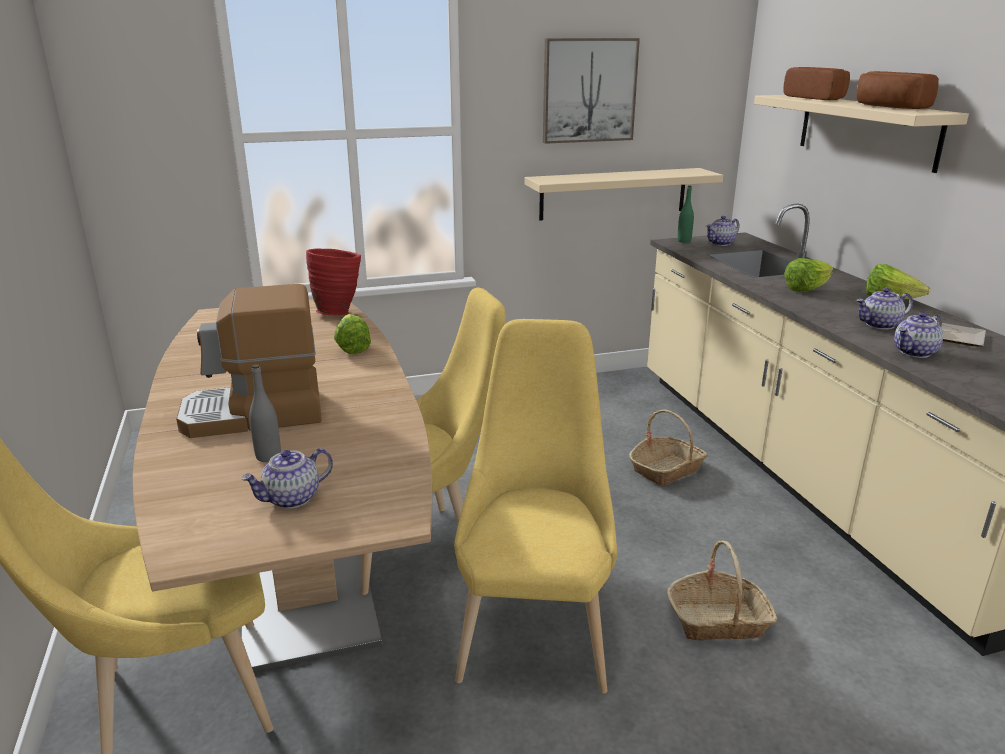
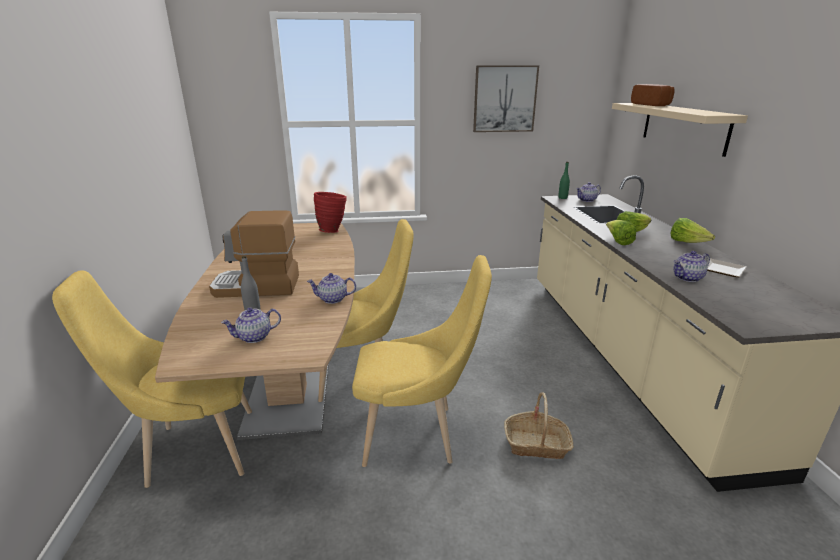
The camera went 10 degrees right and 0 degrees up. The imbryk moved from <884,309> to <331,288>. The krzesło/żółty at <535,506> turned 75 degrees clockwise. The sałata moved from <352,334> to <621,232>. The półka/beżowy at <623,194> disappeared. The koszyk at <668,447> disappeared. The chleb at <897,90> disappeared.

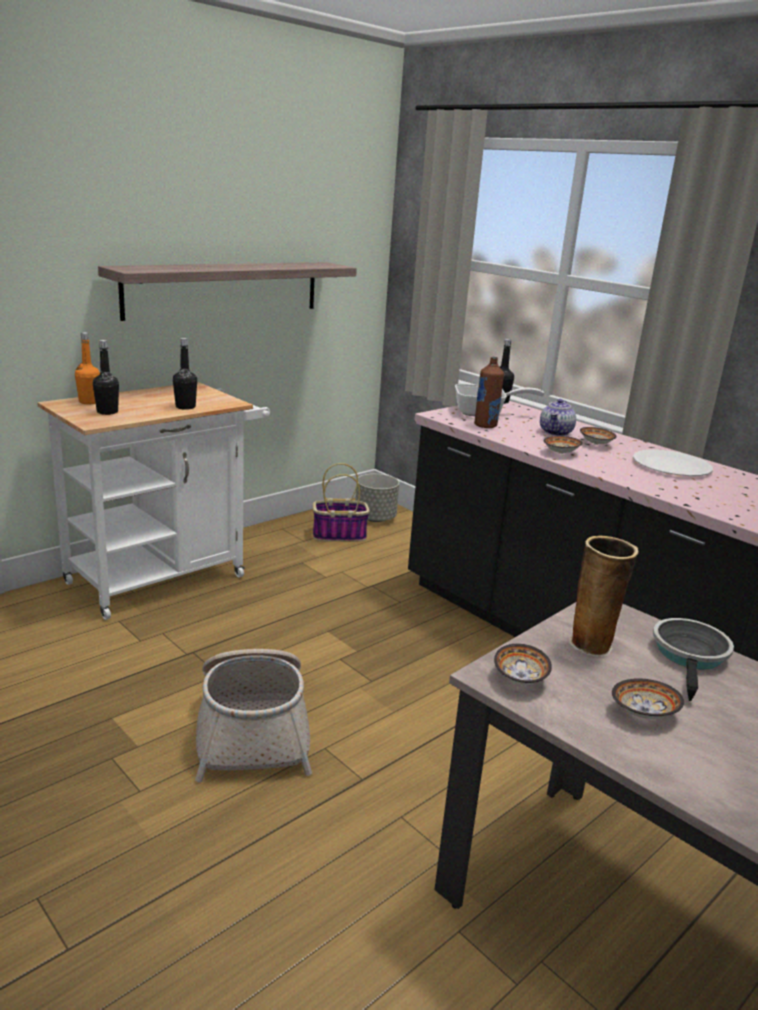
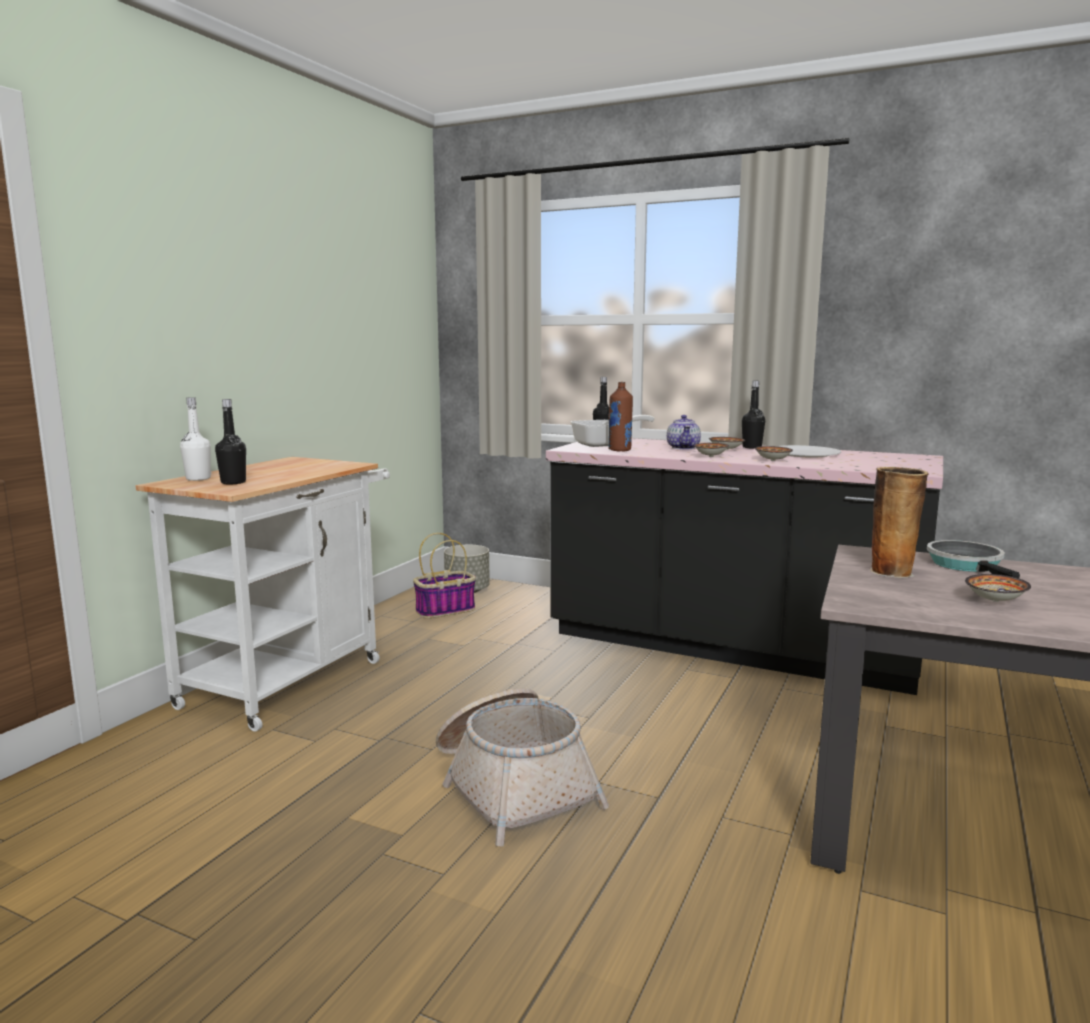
The camera went 20 degrees left and 10 degrees down. The butelka/pomarańczowy at <87,368> became the butelka/biały at <195,439>. The butelka/czarny moved from <185,374> to <753,415>. The miska moved from <523,664> to <774,453>. The półka at <227,291> disappeared.

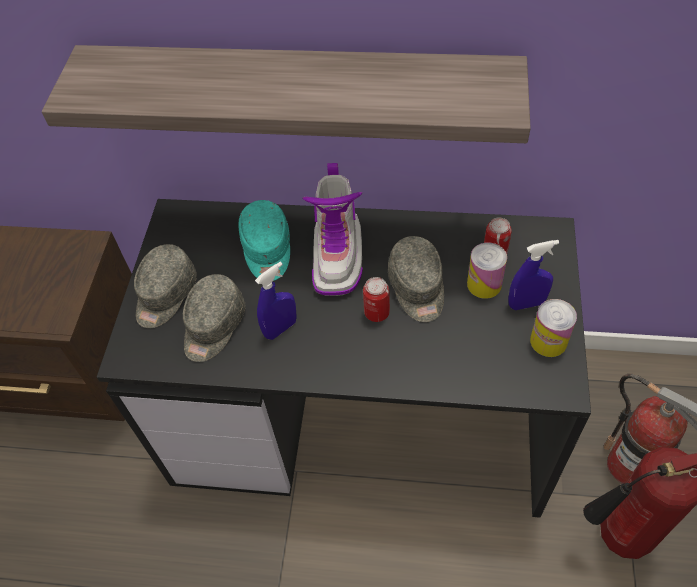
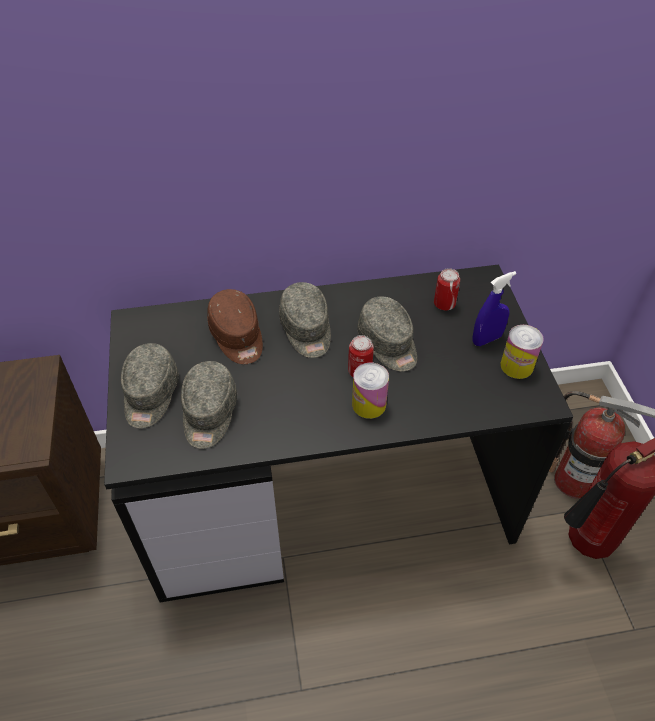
The camera went 20 degrees left and 5 degrees down. The czapka z daszkiem/turkusowy at <264,240> became the czapka z daszkiem/brązowy at <235,326>. The but z cholewką at <333,229> was replaced by the czapka z daszkiem/szary at <305,320>. The puszka moved from <487,270> to <370,391>. The półka at <286,94> disappeared. The spryskiwacz/niebieski at <276,301> disappeared.

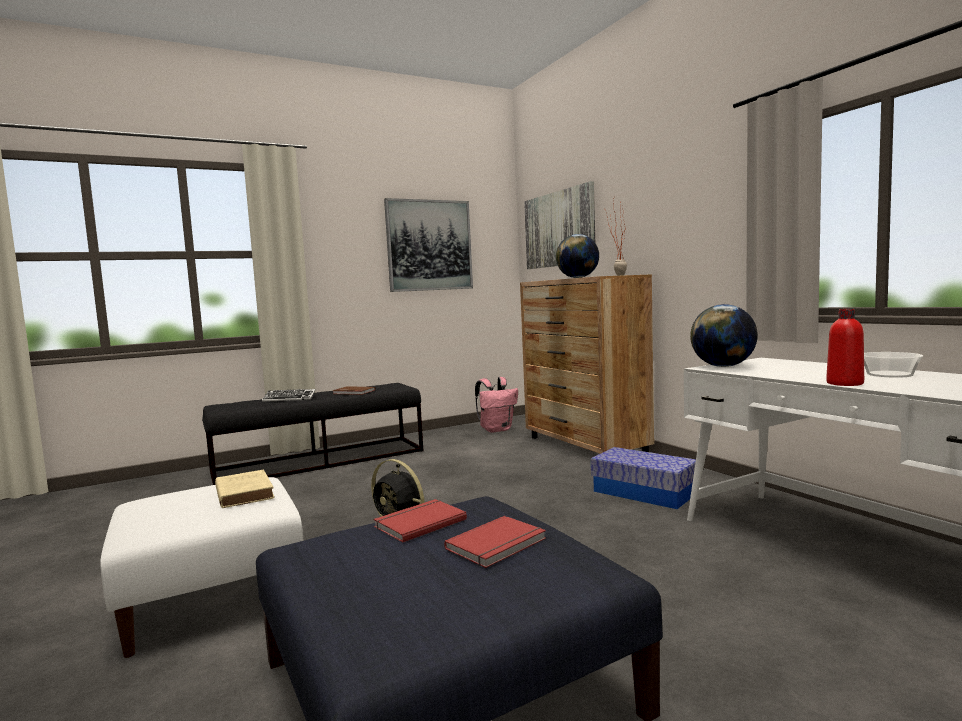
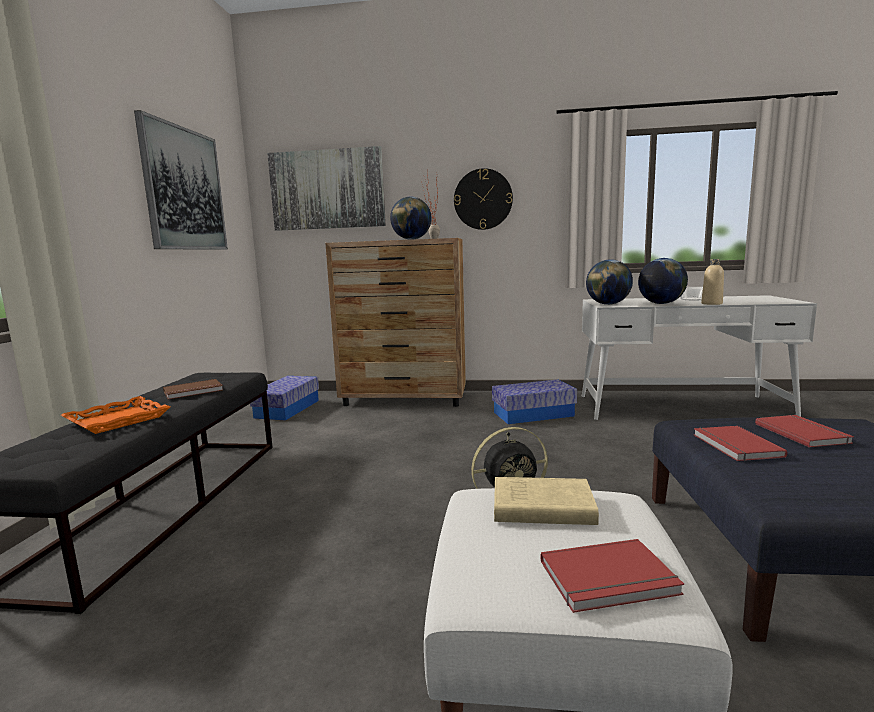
The camera went 55 degrees left and 5 degrees up. The klawiatura at <289,395> was replaced by the taca/pomarańczowy at <115,415>. The plecak/różowy at <496,405> was replaced by the pojemnik do przechowywania at <284,398>. The zegar ścienny at <483,199> appeared. The książka/czerwony at <612,576> appeared. The globus at <663,281> appeared. The butelka/czerwony at <845,347> became the butelka/beżowy at <712,282>.

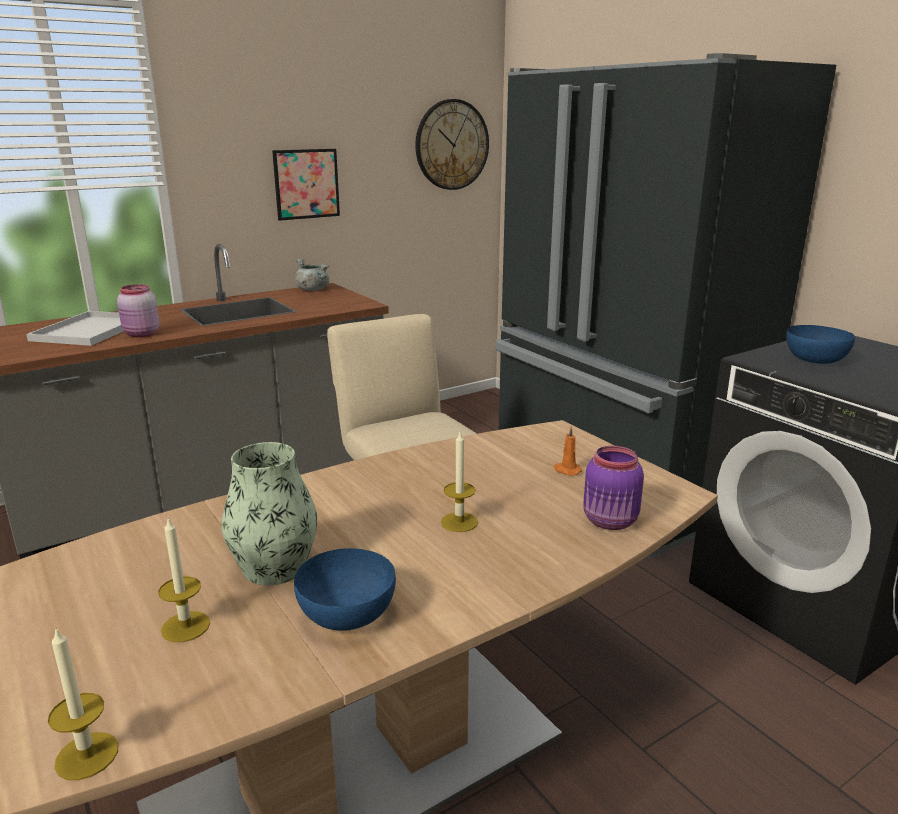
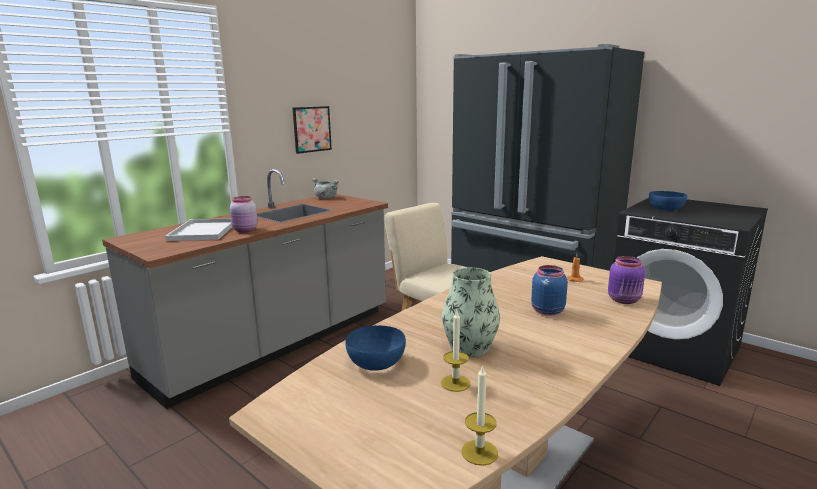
The camera went 15 degrees left and 5 degrees down. The miska/niebieski moved from <345,589> to <375,348>. The świeca at <459,482> was replaced by the słoik/niebieski at <549,290>. The zegar ścienny at <452,144> disappeared.

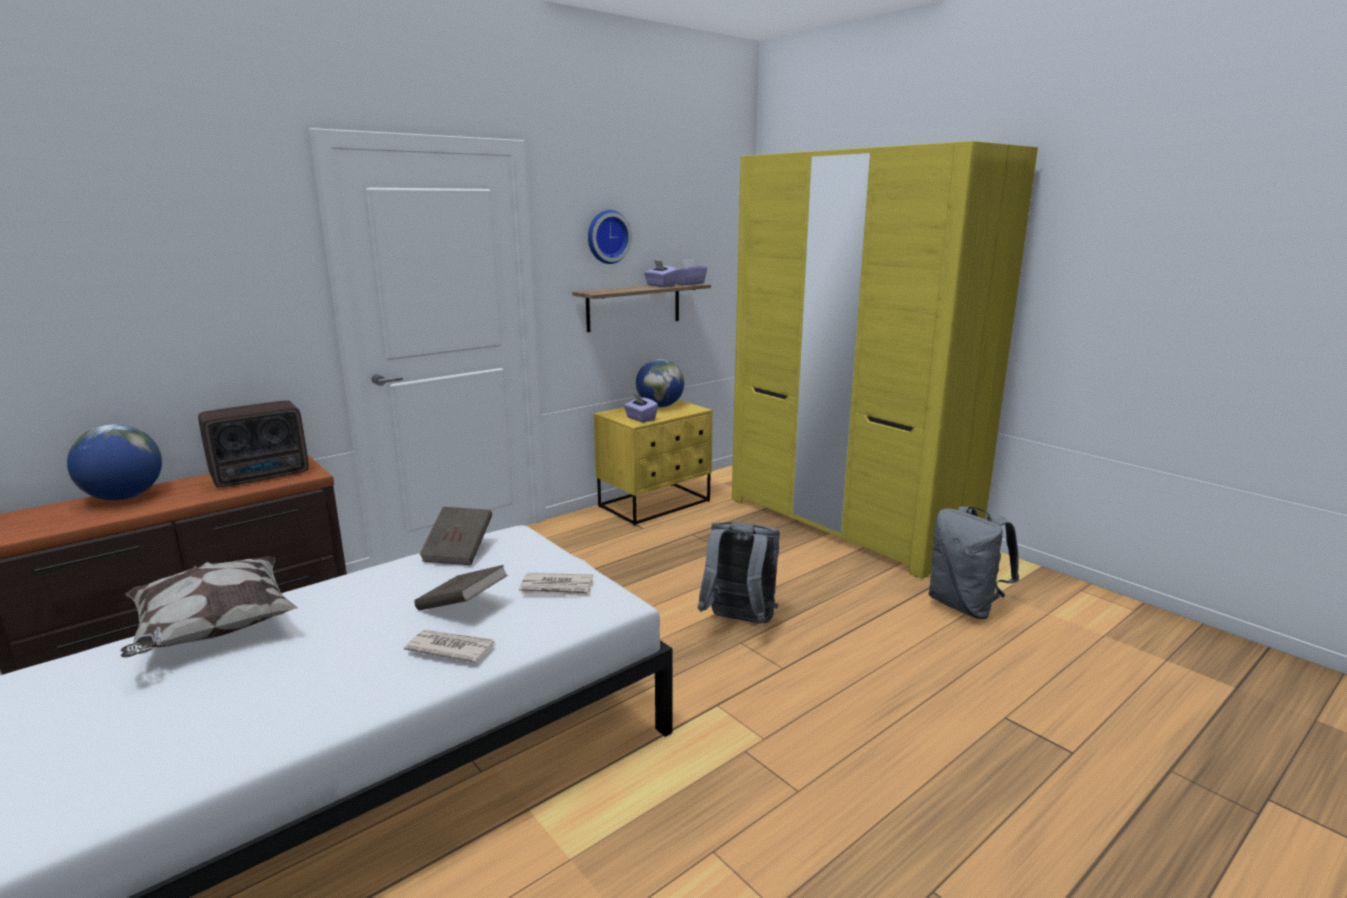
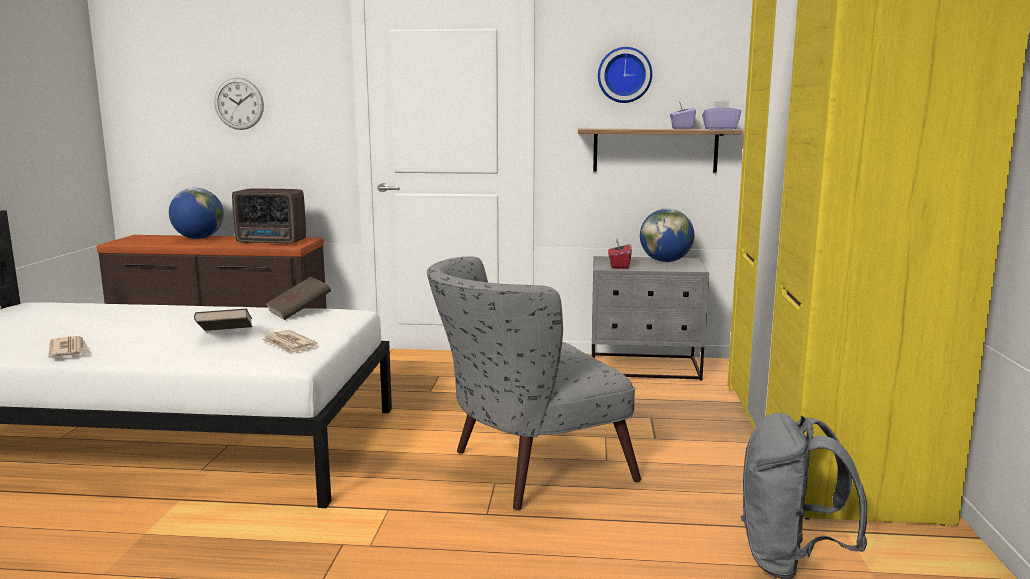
The camera went 45 degrees right and 5 degrees down. The gazeta moved from <449,646> to <68,347>. The zegar ścienny at <239,104> appeared. The plecak/szary at <739,573> was replaced by the fotel/szary at <534,383>. The szafka nocna/żółty at <653,463> became the szafka nocna/szary at <650,318>. The pudełko chusteczek/fioletowy at <641,408> became the pudełko chusteczek/czerwony at <620,253>. The poduszka at <209,607> disappeared.

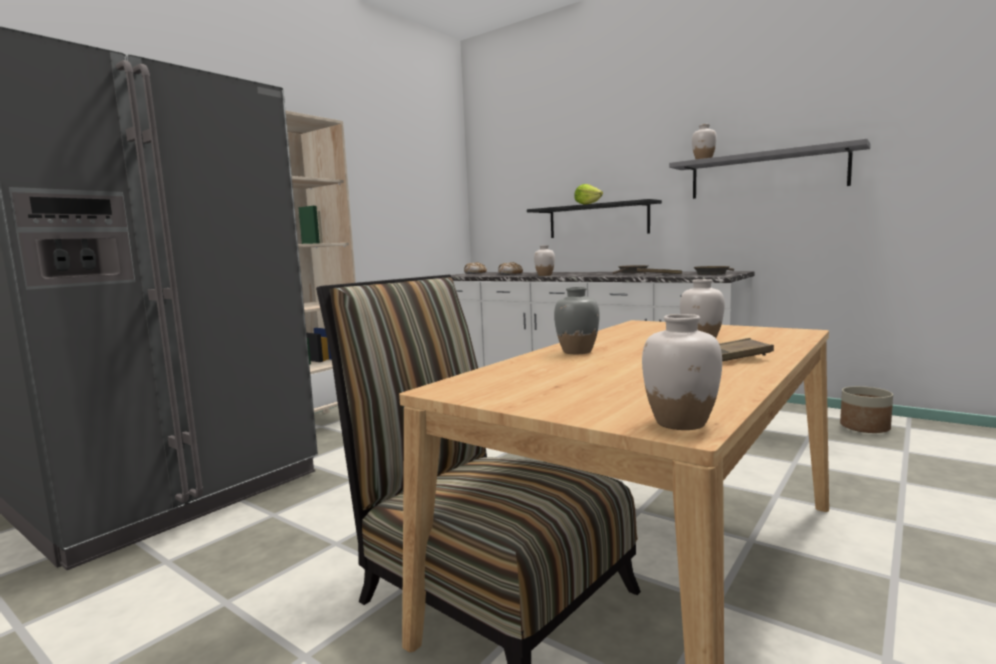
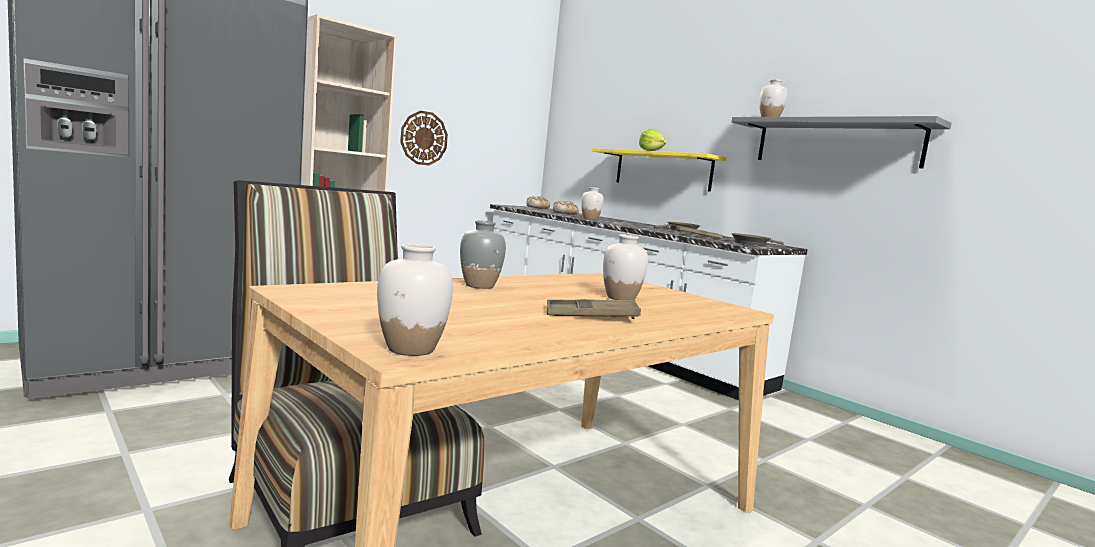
The camera went 10 degrees right and 0 degrees up. The zegar ścienny at <424,138> appeared. The półka/czarny at <594,218> became the półka/żółty at <659,170>. The donica at <866,409> disappeared.

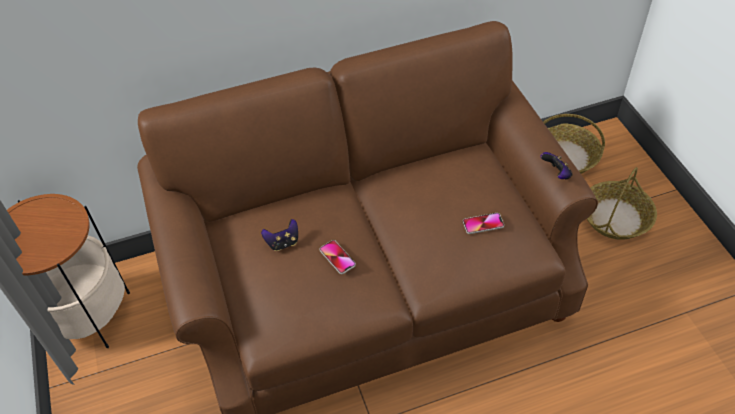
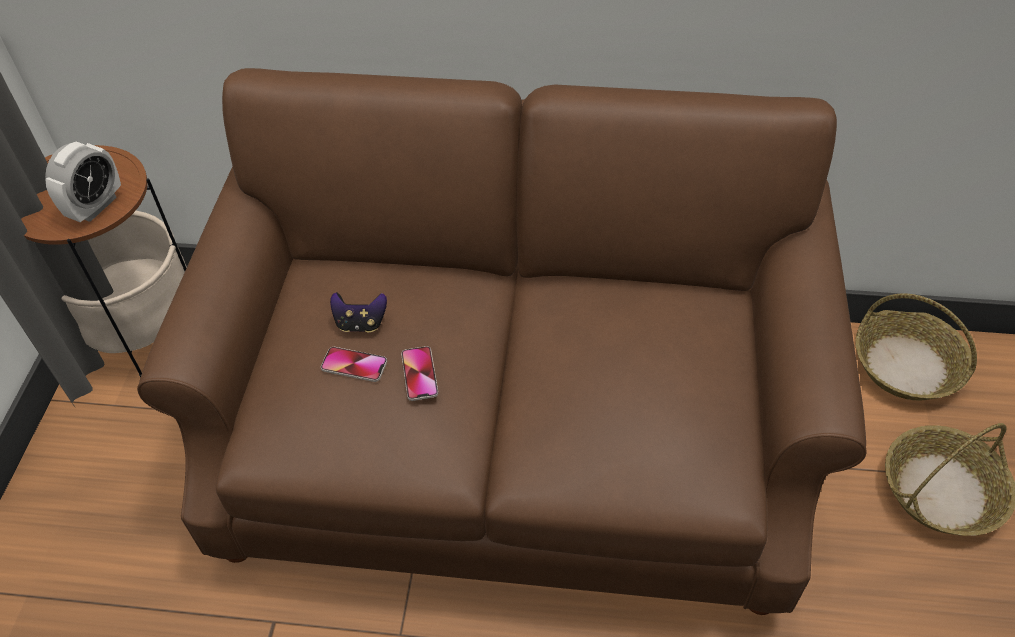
The camera went 25 degrees right and 0 degrees up. The budzik at <83,181> appeared. The telefon moved from <483,223> to <354,364>. The pad do gier at <556,166> disappeared.

